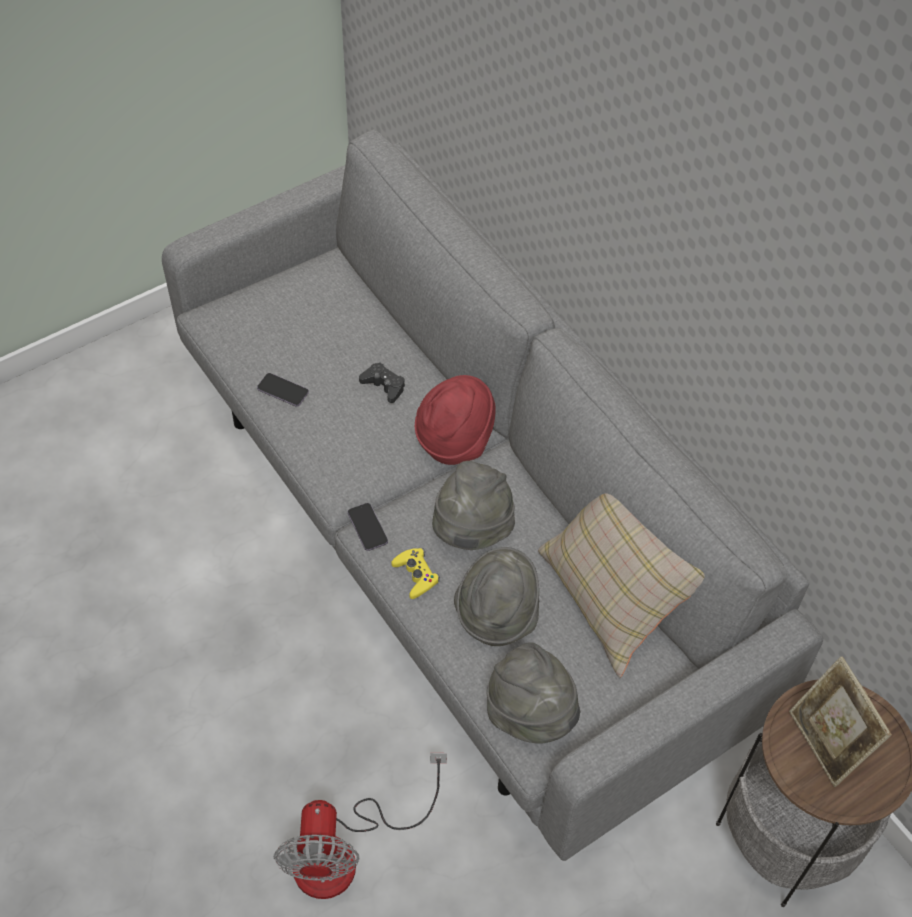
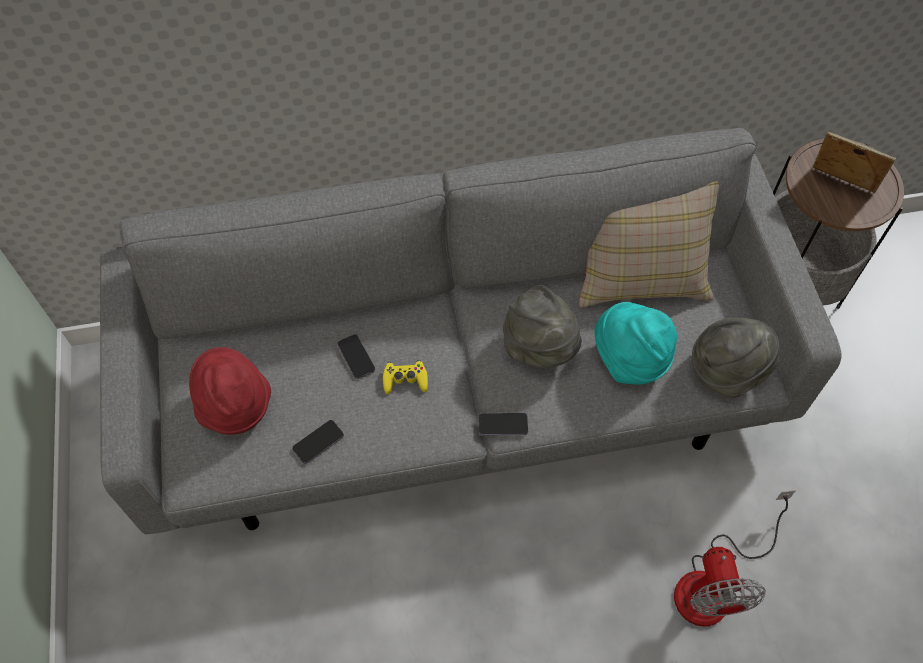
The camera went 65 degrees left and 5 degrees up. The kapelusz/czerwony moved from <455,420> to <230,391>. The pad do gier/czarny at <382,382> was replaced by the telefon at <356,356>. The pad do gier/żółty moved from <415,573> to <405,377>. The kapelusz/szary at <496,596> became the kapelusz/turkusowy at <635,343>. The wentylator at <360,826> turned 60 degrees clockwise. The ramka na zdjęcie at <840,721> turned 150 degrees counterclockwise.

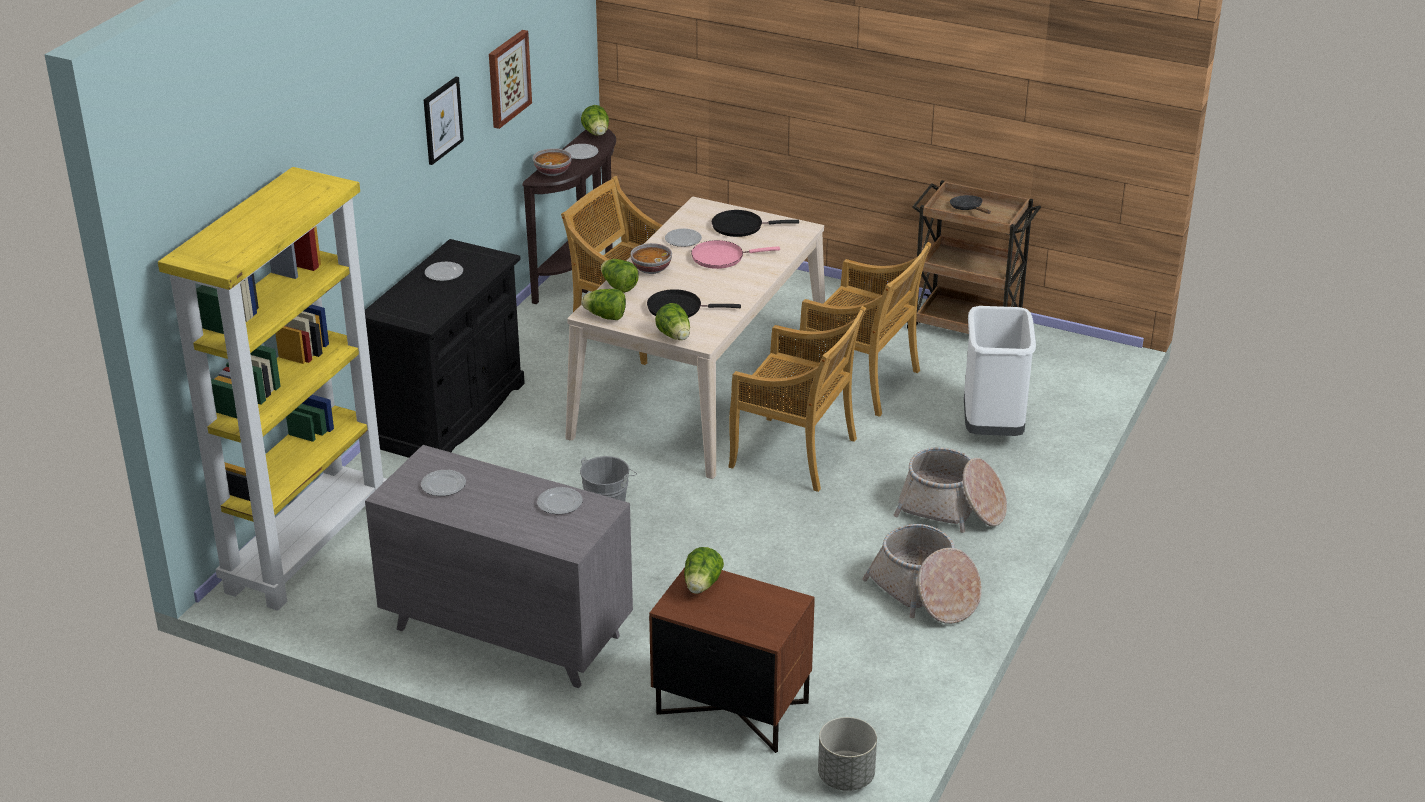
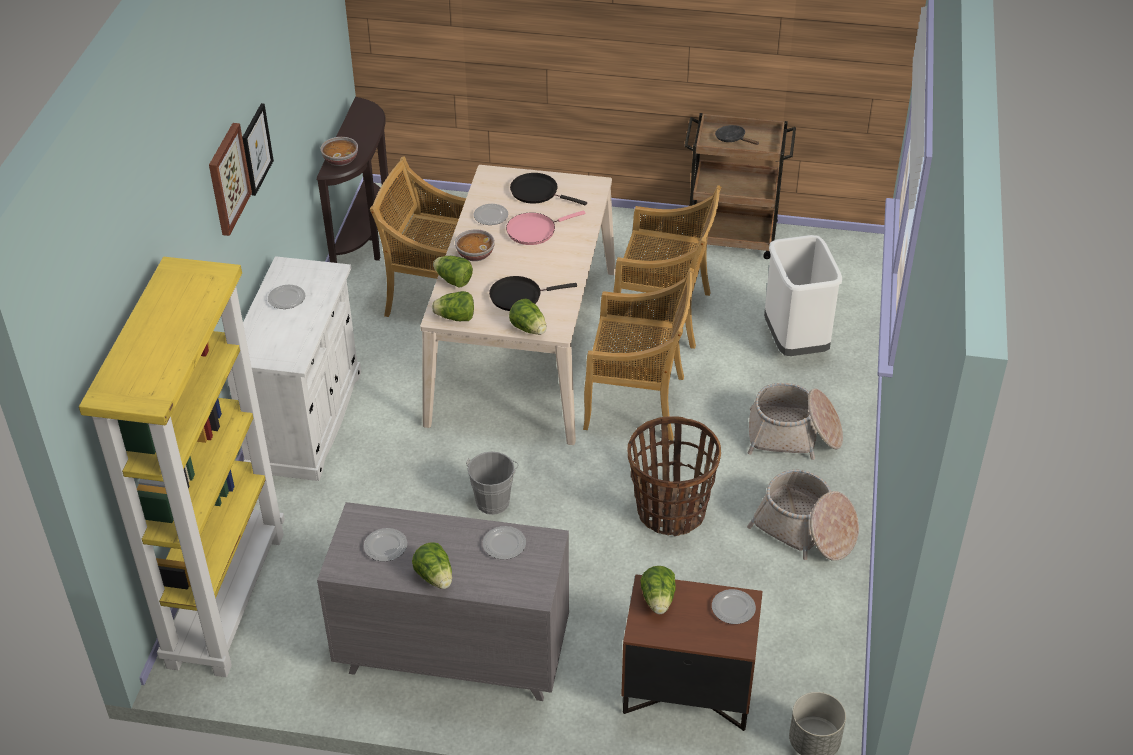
The camera went 15 degrees left and 10 degrees up. The obraz moved from <510,79> to <230,179>. The szafka/czarny at <445,348> became the szafka/biały at <294,368>. The sałata moved from <595,120> to <432,565>. The patelnia/czarny at <755,223> turned 45 degrees clockwise. The koszyk at <674,476> appeared. The talerz moved from <581,152> to <734,606>.

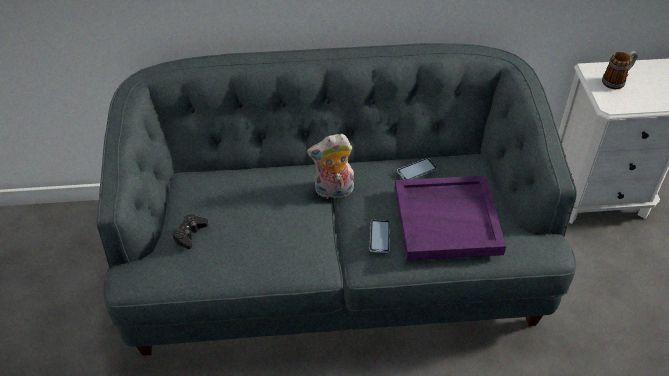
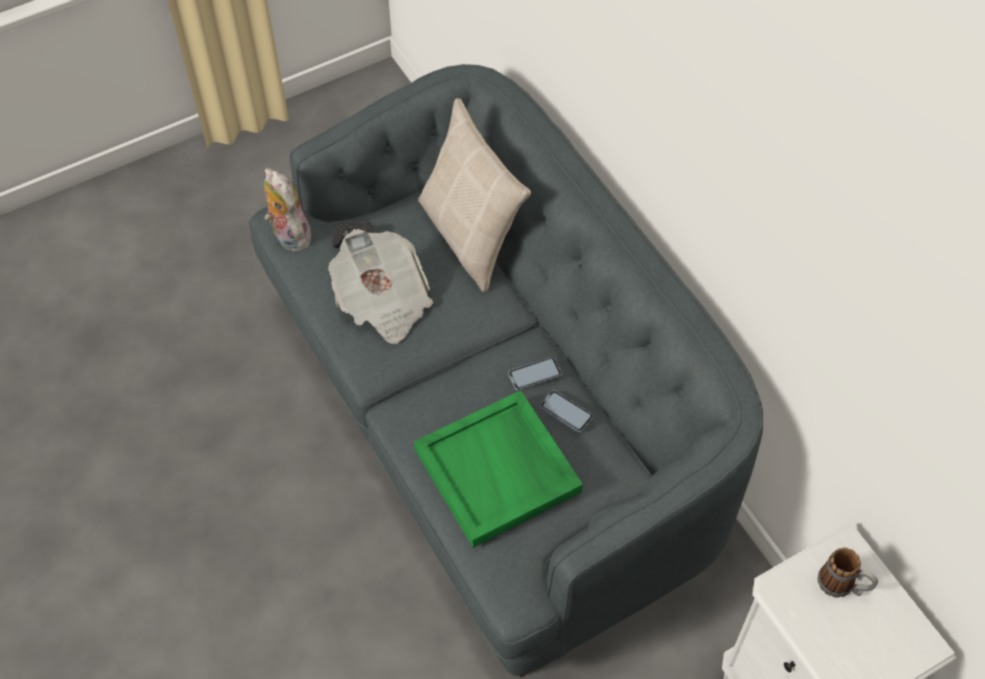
The camera went 65 degrees right and 10 degrees up. The pluszak moved from <330,166> to <287,210>. The gazeta at <380,286> appeared. The taca/fioletowy at <450,218> became the taca/zielony at <498,469>. The poduszka/beżowy at <474,195> appeared. The telefon moved from <379,236> to <535,374>.

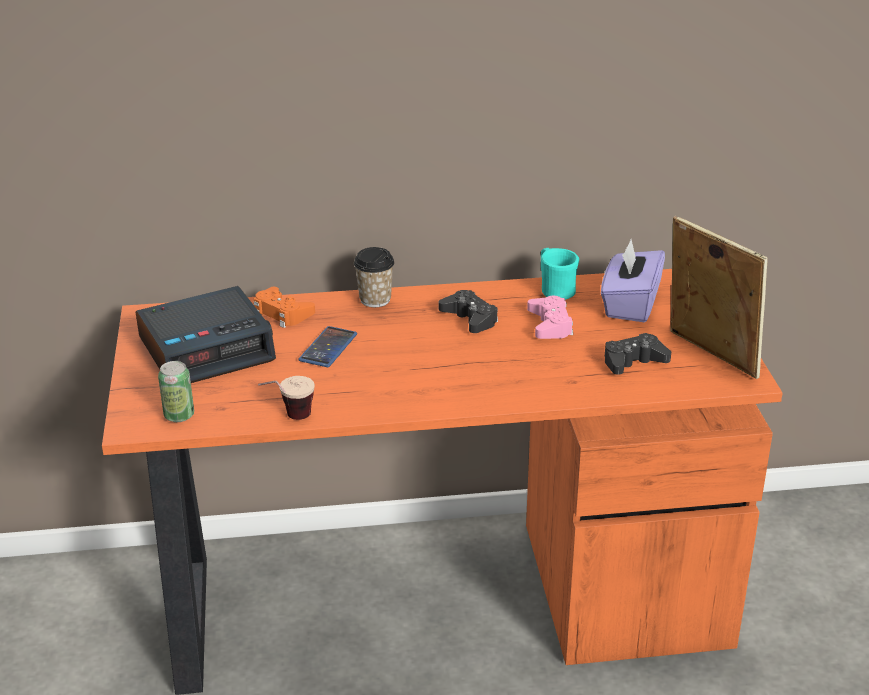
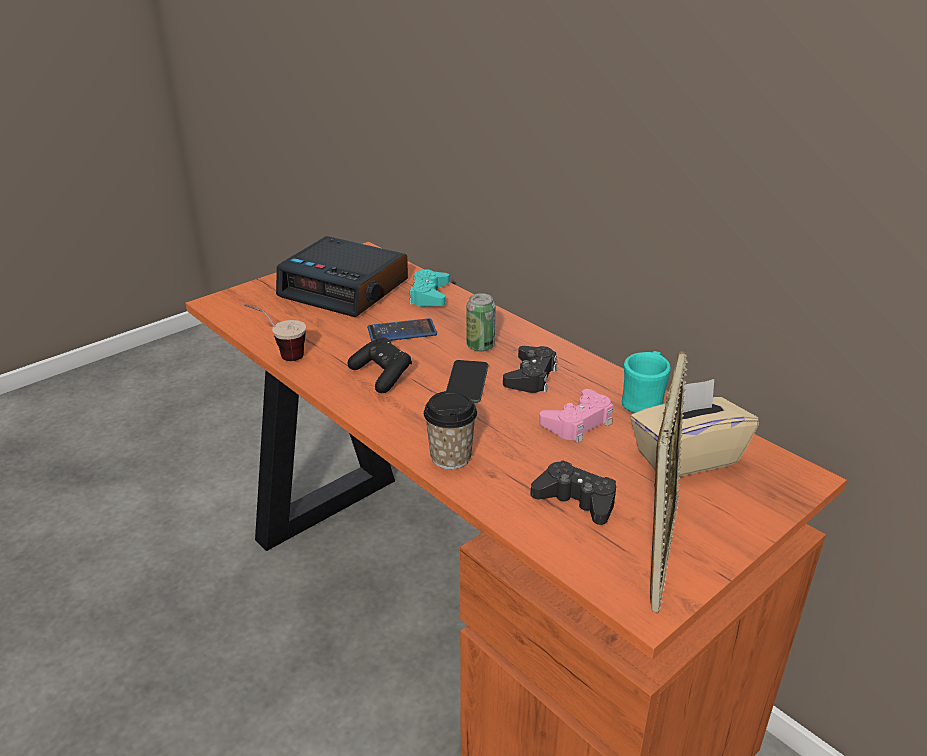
The camera went 55 degrees right and 0 degrees up. The pad do gier/czarny at <380,365> appeared. The pad do gier/pomarańczowy at <284,307> became the pad do gier/turkusowy at <429,288>. The filiżanka moved from <374,277> to <450,430>. The telefon at <467,381> appeared. The puszka moved from <176,391> to <481,322>. The pudełko chusteczek/fioletowy at <633,281> became the pudełko chusteczek/beżowy at <694,428>.

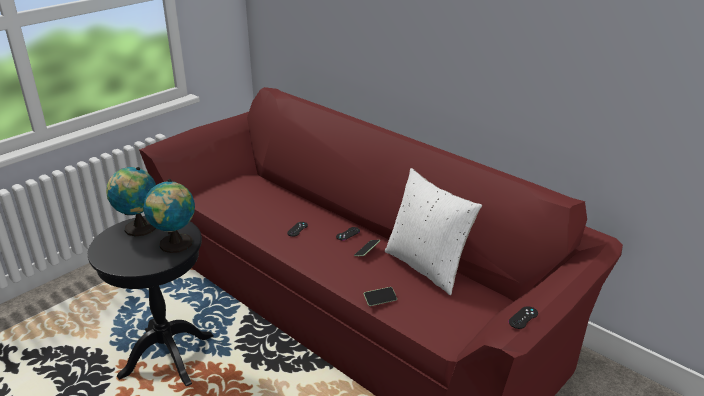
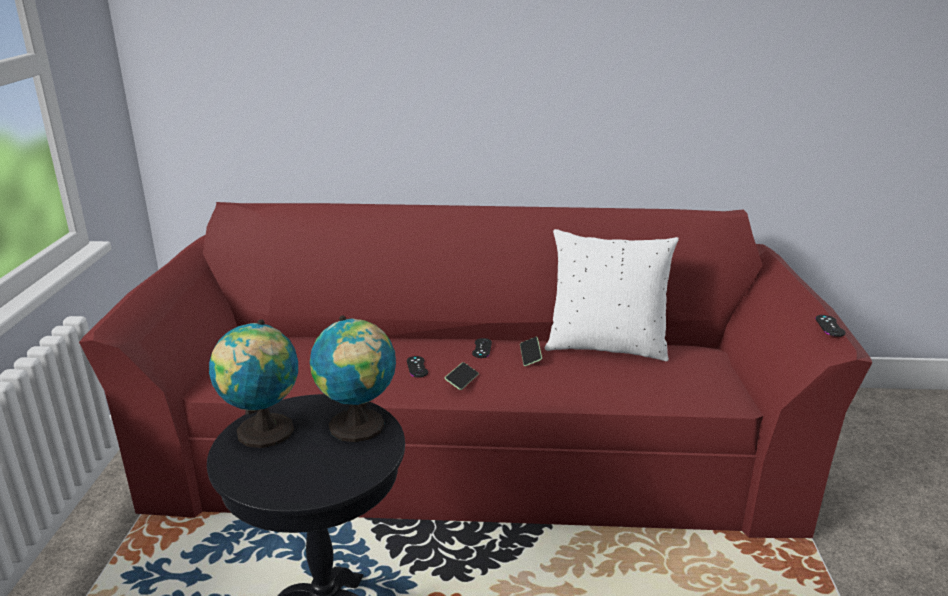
The camera went 40 degrees left and 5 degrees down. The telefon moved from <380,296> to <462,376>.

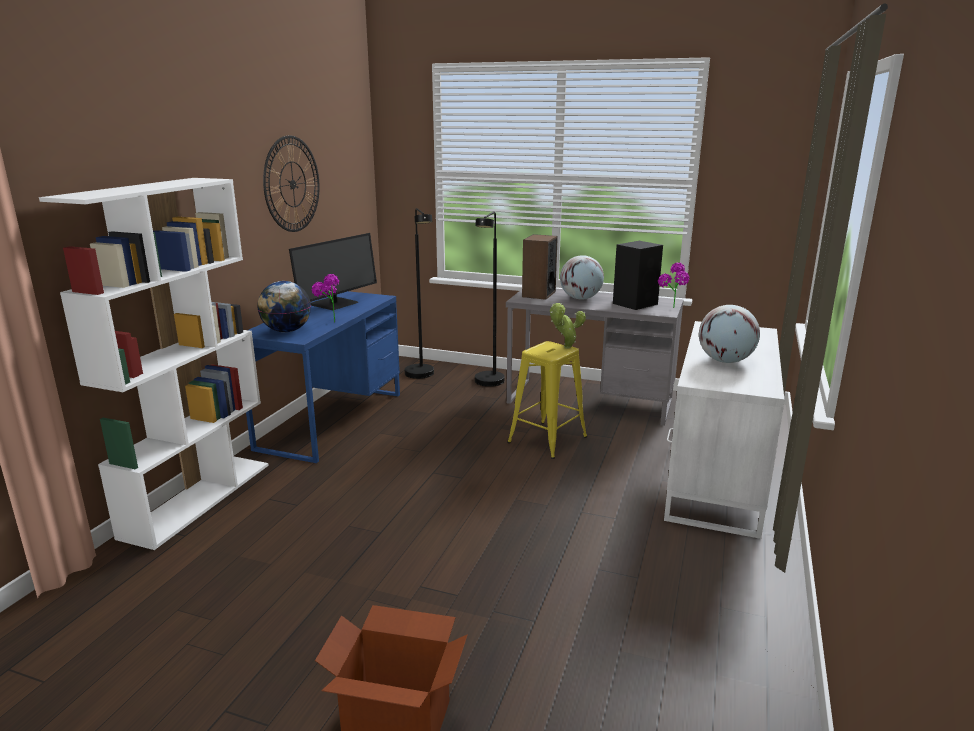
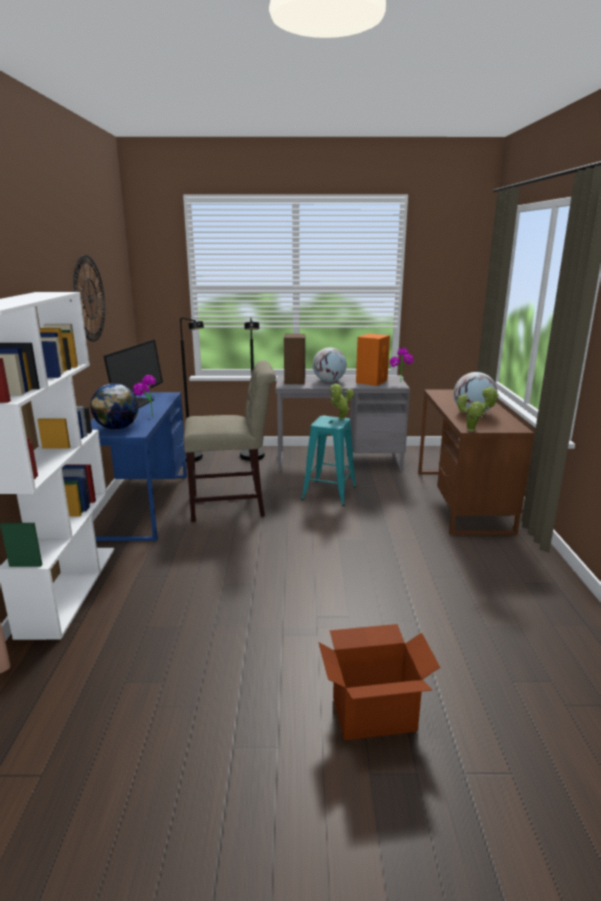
The camera went 20 degrees left and 0 degrees up. The krzesło/beżowy at <229,441> appeared. The stołek/żółty at <547,400> became the stołek/turkusowy at <329,461>. The głośnik/czarny at <638,275> became the głośnik/pomarańczowy at <373,360>. The biurko/biały at <724,430> became the biurko/brązowy at <476,462>. The roślina doniczkowa at <478,409> appeared.

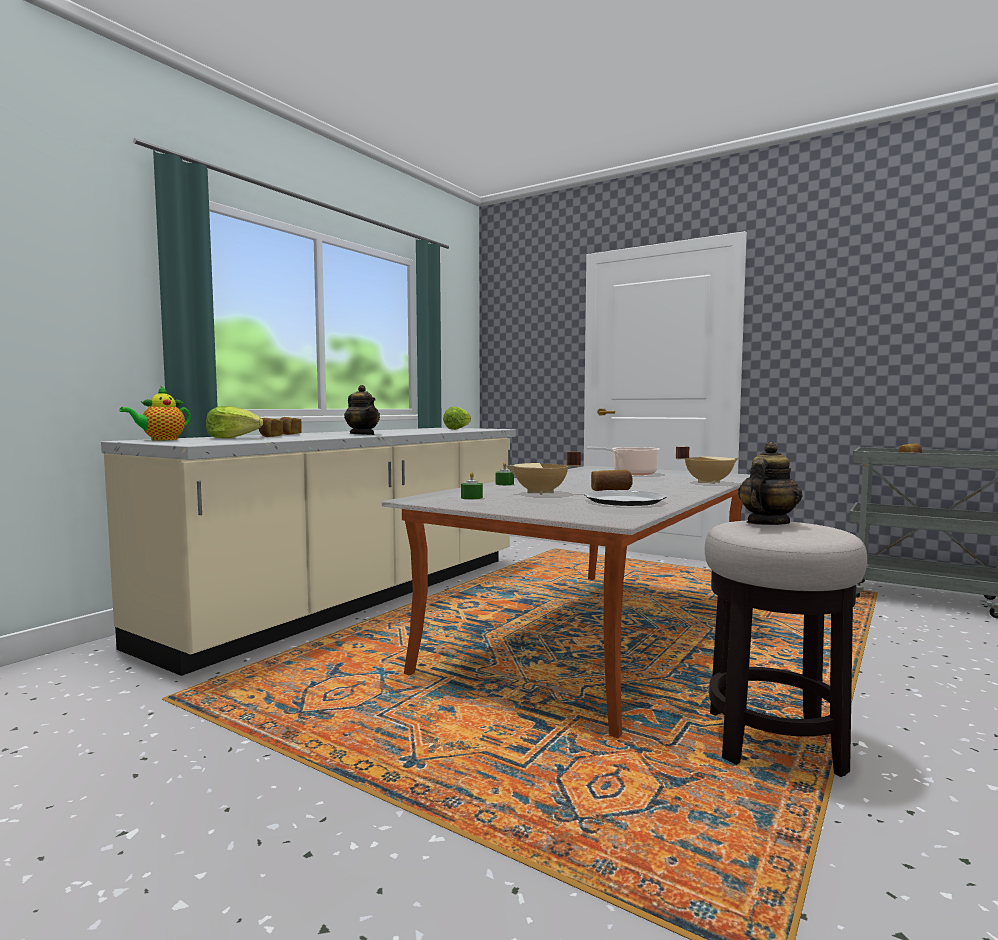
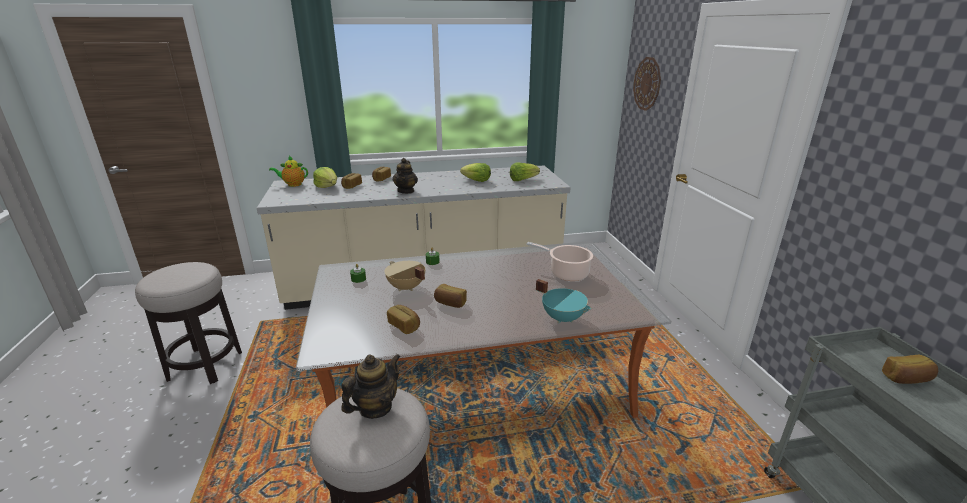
The camera went 45 degrees right and 20 degrees up. The stołek at <188,323> appeared. The imbryk at <770,483> turned 45 degrees counterclockwise. The talerz at <625,498> was replaced by the chleb at <403,319>. The sałata at <475,172> appeared. The garnek/beżowy at <707,465> became the garnek/turkusowy at <564,301>. The zegar ścienny at <647,84> appeared.

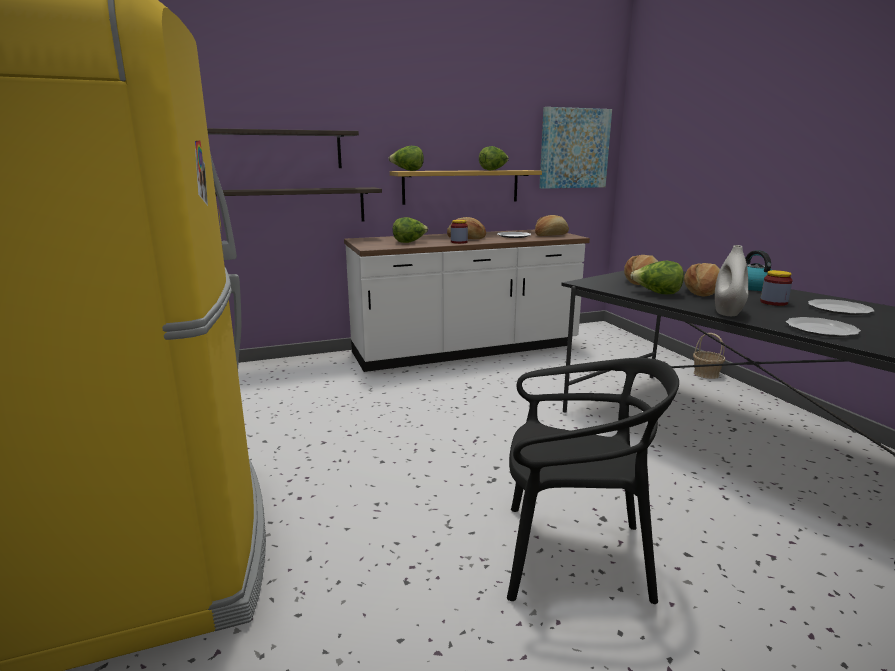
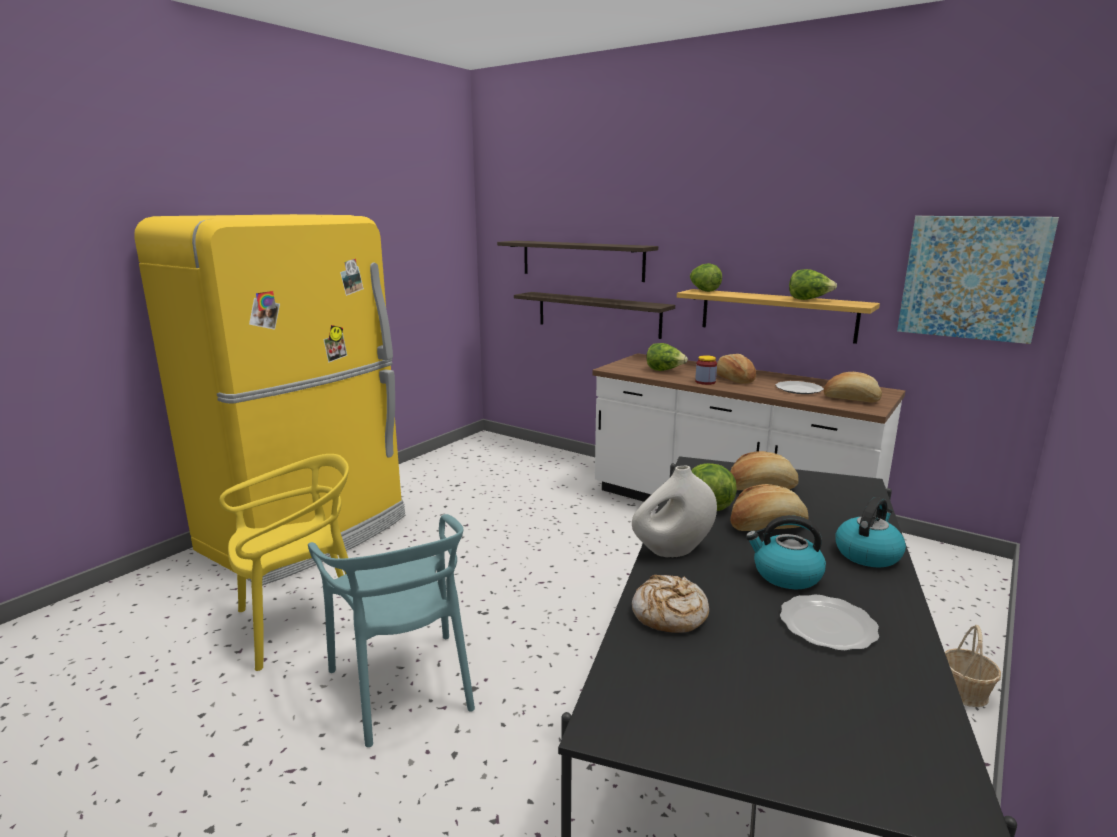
The camera went 55 degrees right and 0 degrees up. The krzesło/żółty at <284,562> appeared. The krzesło/czarny at <593,481> became the krzesło/turkusowy at <391,630>. The talerz at <823,327> was replaced by the chleb at <670,604>. The słoik at <776,288> was replaced by the czajnik at <786,552>.

